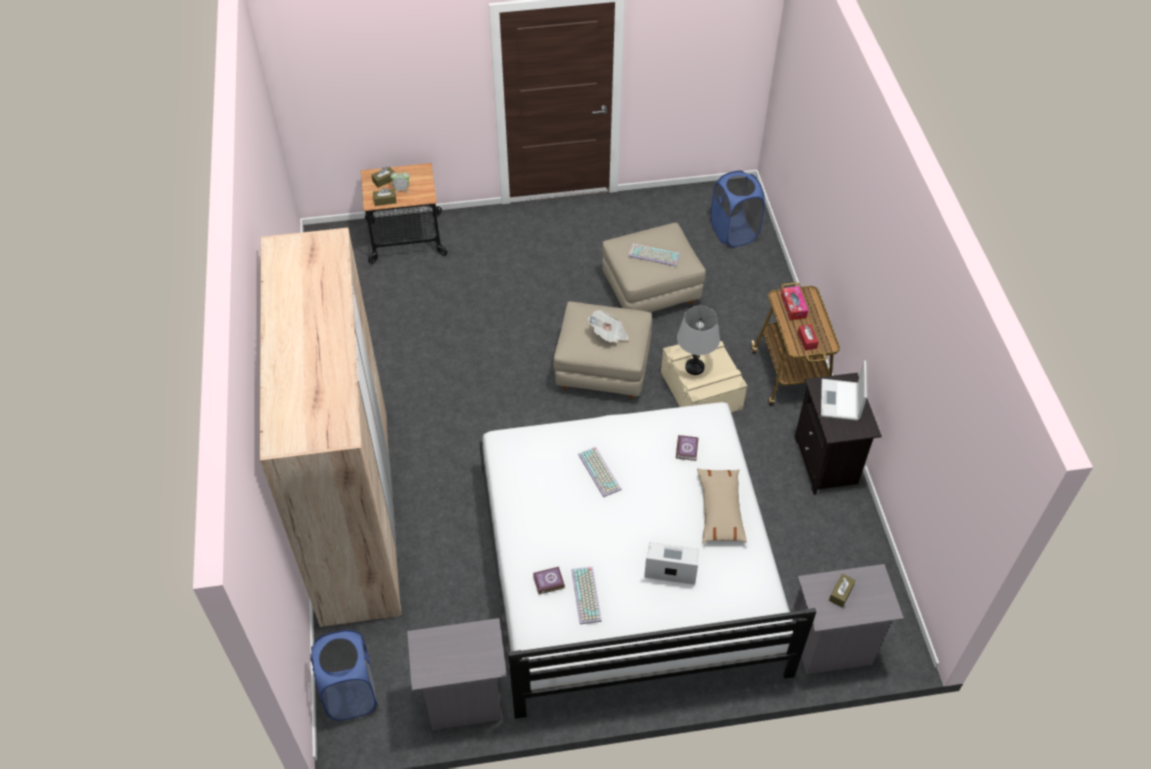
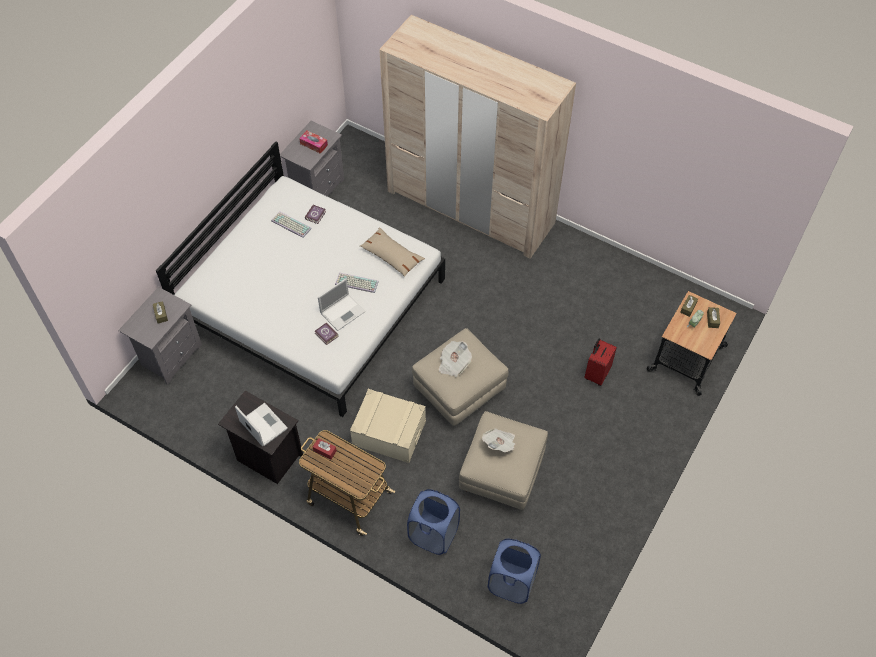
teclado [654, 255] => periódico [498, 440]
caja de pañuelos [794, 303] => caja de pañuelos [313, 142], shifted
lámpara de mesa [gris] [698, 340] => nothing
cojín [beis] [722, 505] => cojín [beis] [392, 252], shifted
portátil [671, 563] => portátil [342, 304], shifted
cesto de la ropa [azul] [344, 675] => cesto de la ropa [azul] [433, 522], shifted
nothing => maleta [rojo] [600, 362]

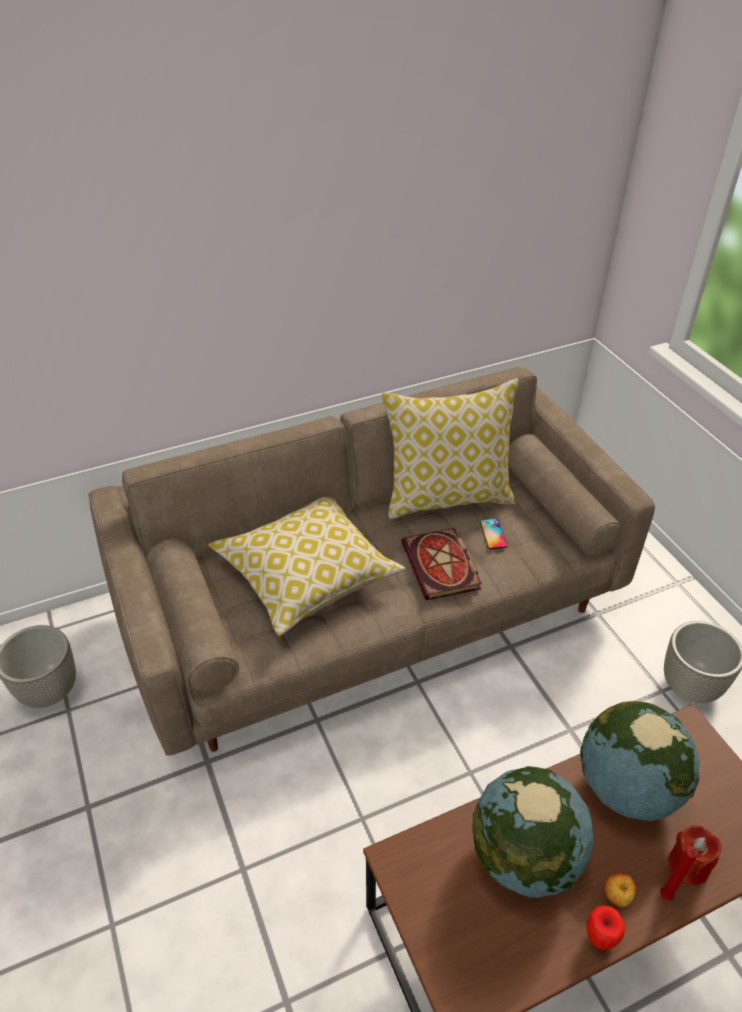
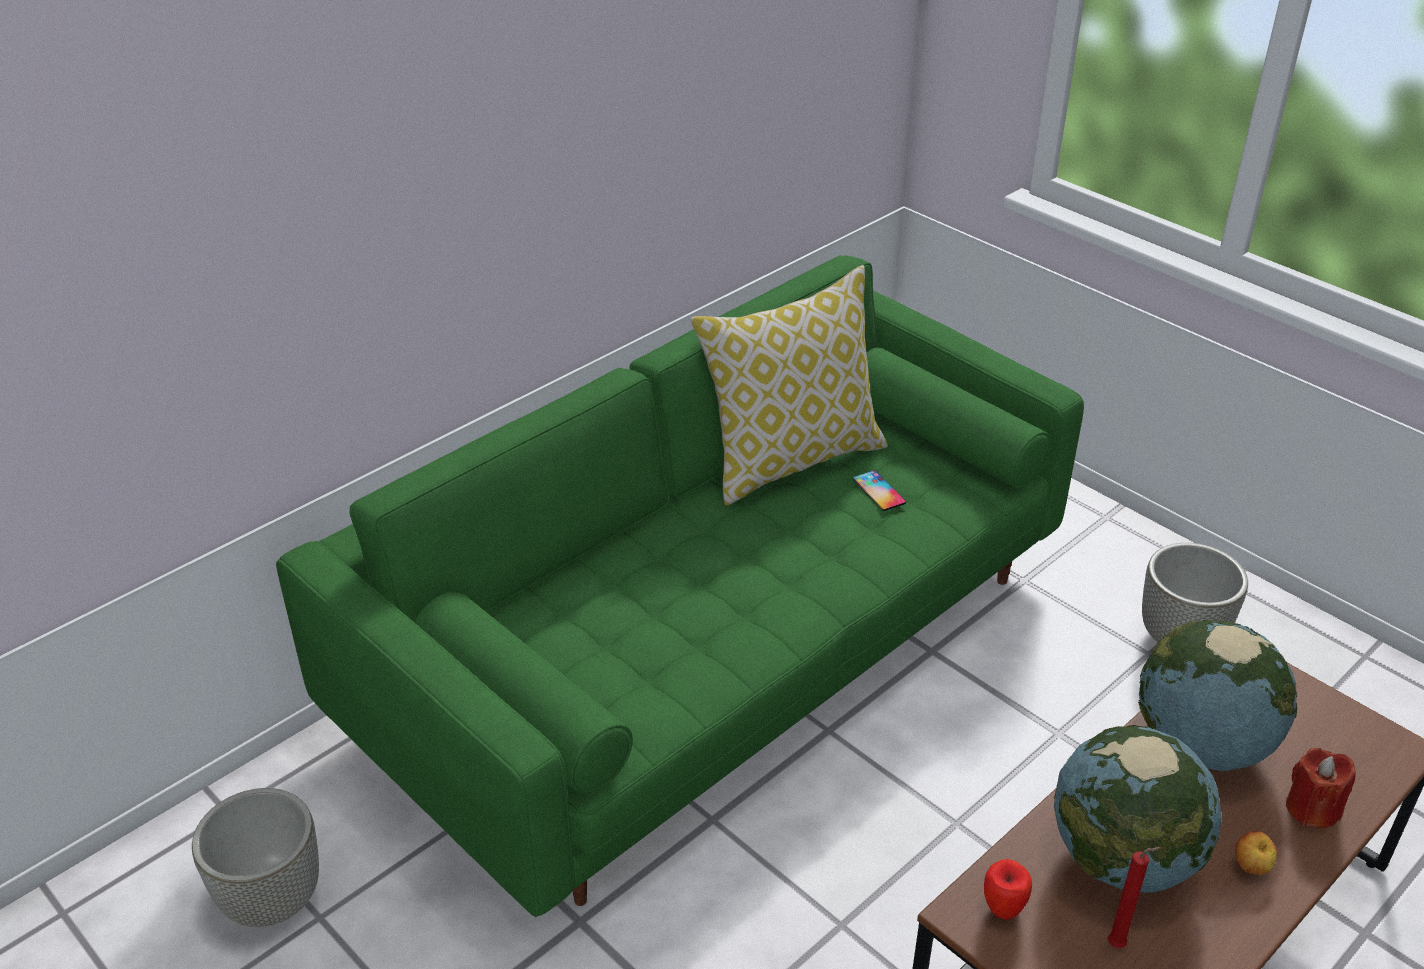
sofá [beis] [371, 561] => sofá [verde] [680, 586]
cojín [306, 566] => nothing
libro [441, 564] => nothing
vela [rojo] [684, 873] => vela [rojo] [1134, 897], shifted
manzana [606, 928] => manzana [1008, 889], shifted

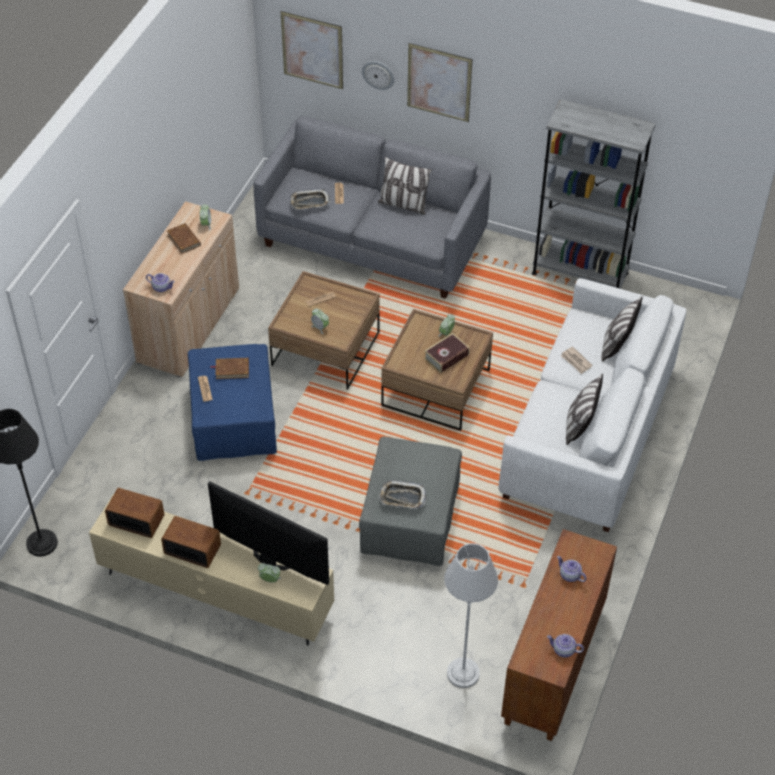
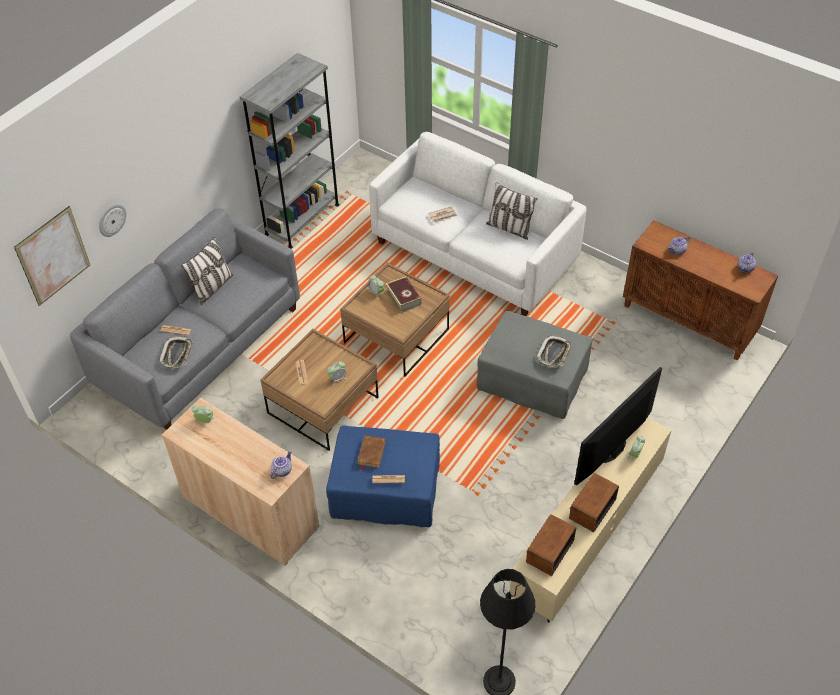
cuadro [439, 82] => nothing
libro [marrón] [184, 238] => nothing
cojín [622, 329] => nothing
lámpara de pie [gris] [471, 615] => nothing

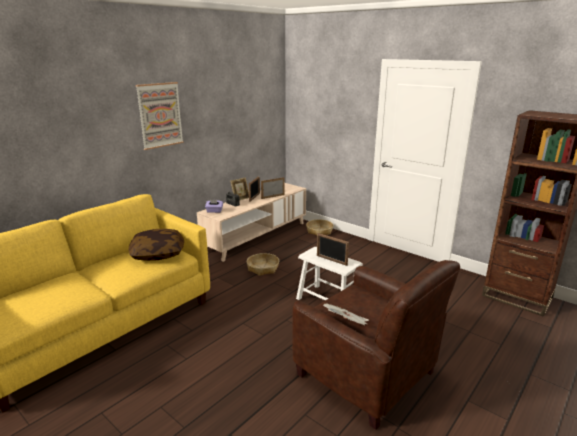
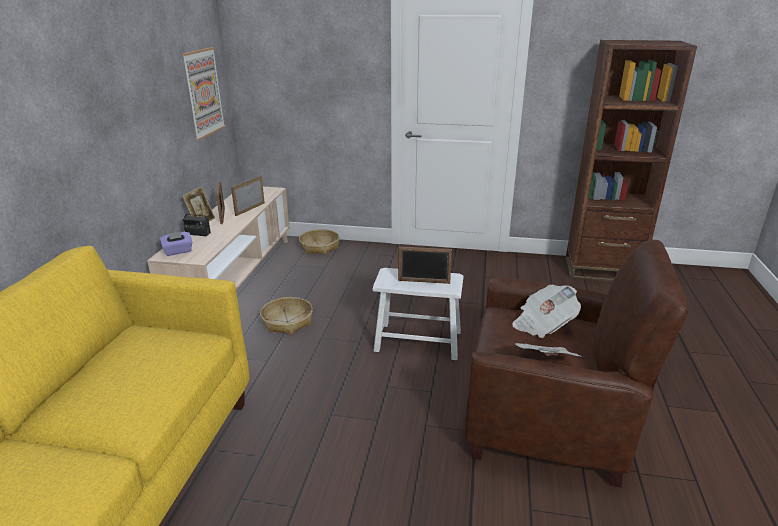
cuadro [159, 116] => cuadro [204, 93], shifted
cojín [156, 245] => nothing
nothing => periódico [546, 311]

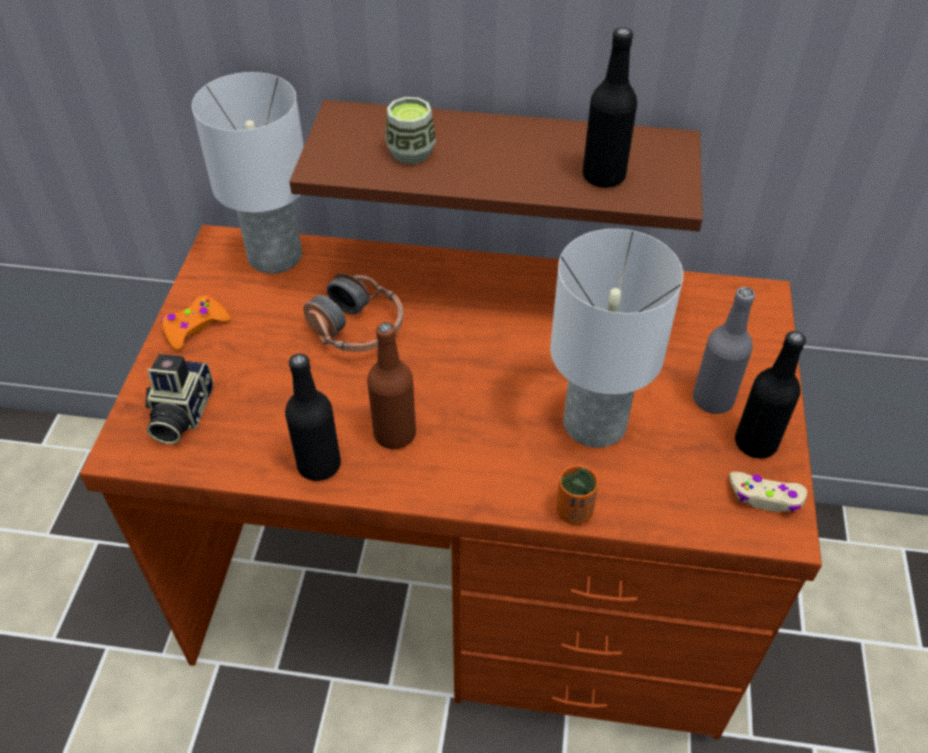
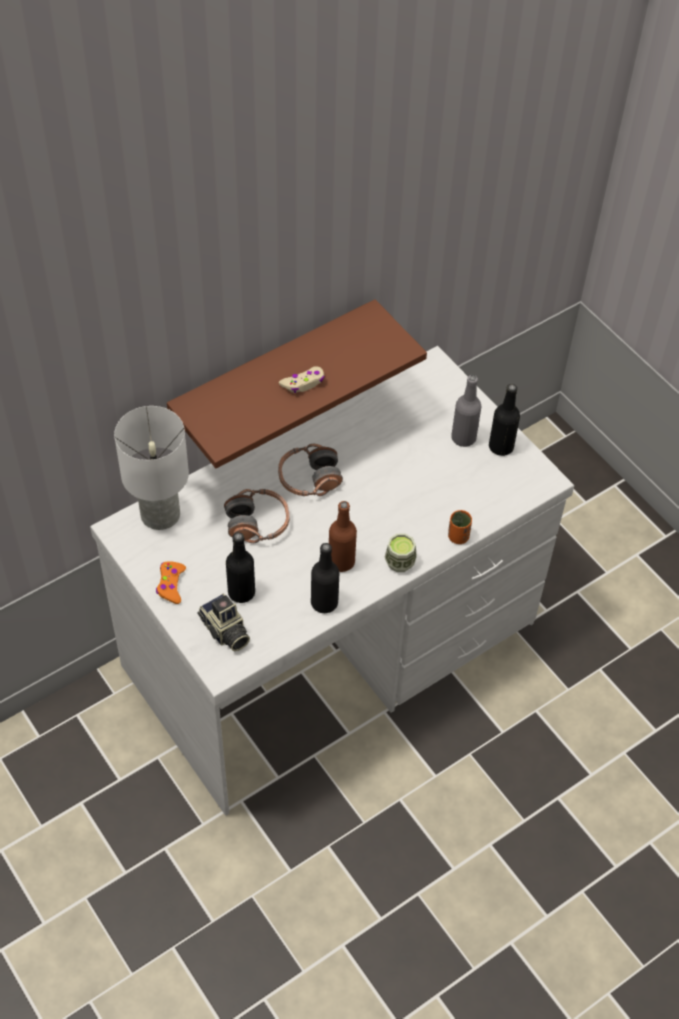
botella [negro] [609, 107] => botella [negro] [240, 567], shifted
taza [410, 130] => taza [401, 553], shifted
escritorio [marrón] [451, 482] => escritorio [blanco] [332, 581]
lámpara de mesa [blanco] [616, 338] => nothing
mando de consola [beis] [768, 492] => mando de consola [beis] [301, 379], shifted
nothing => auriculares [310, 470]

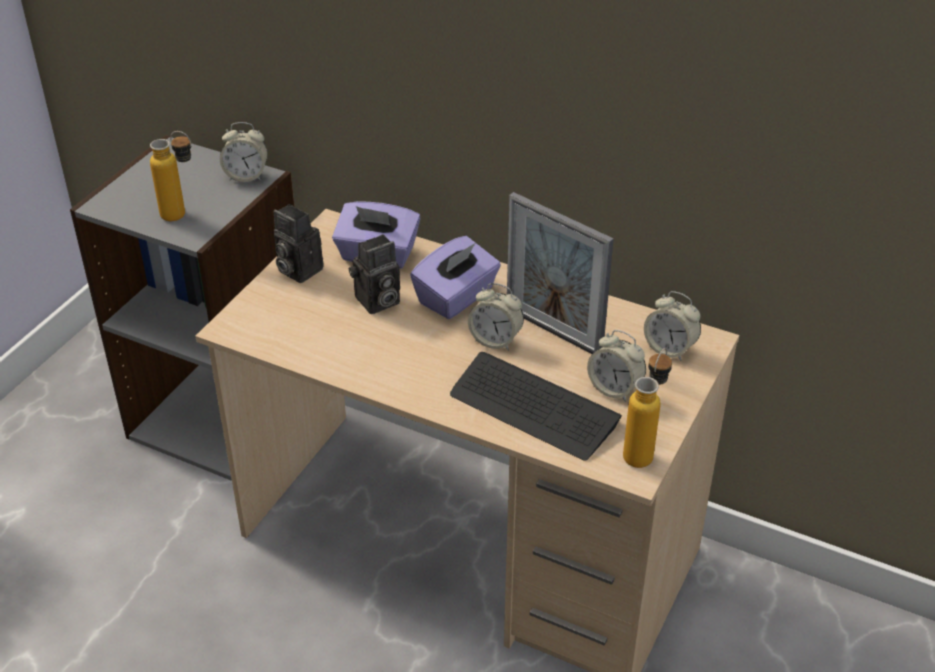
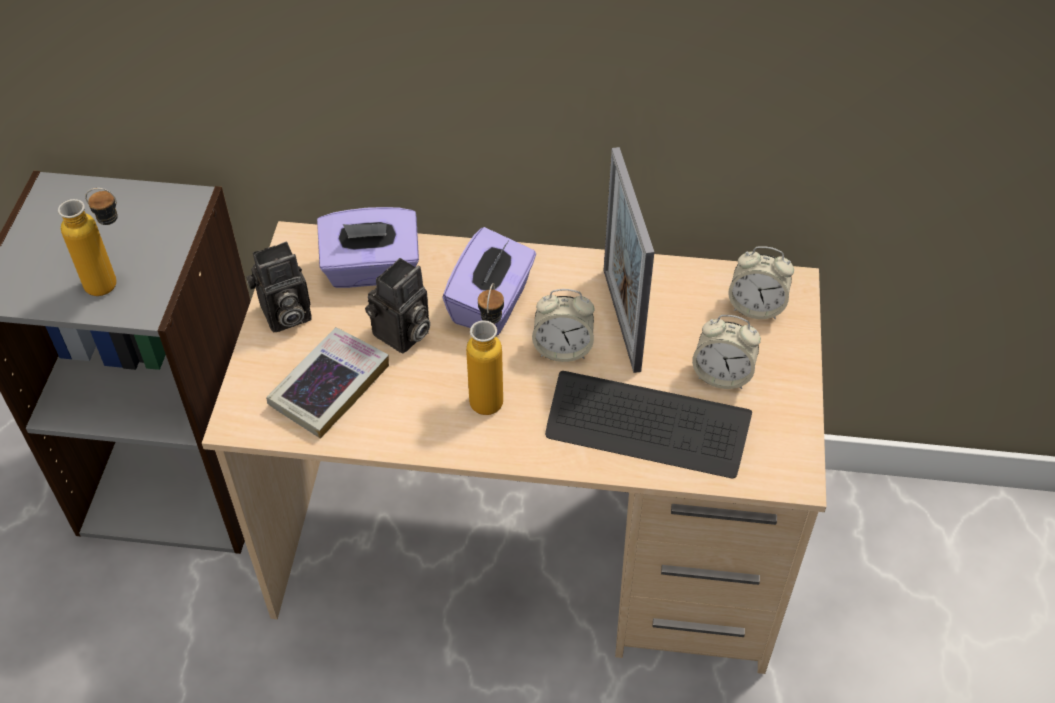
despertador [244, 152] => nothing
portarretratos [560, 273] => portarretratos [629, 260], 60 degrees clockwise
cámara [298, 243] => cámara [279, 287], 45 degrees counterclockwise
botella [647, 408] => botella [485, 349], shifted
nothing => libro [327, 383]

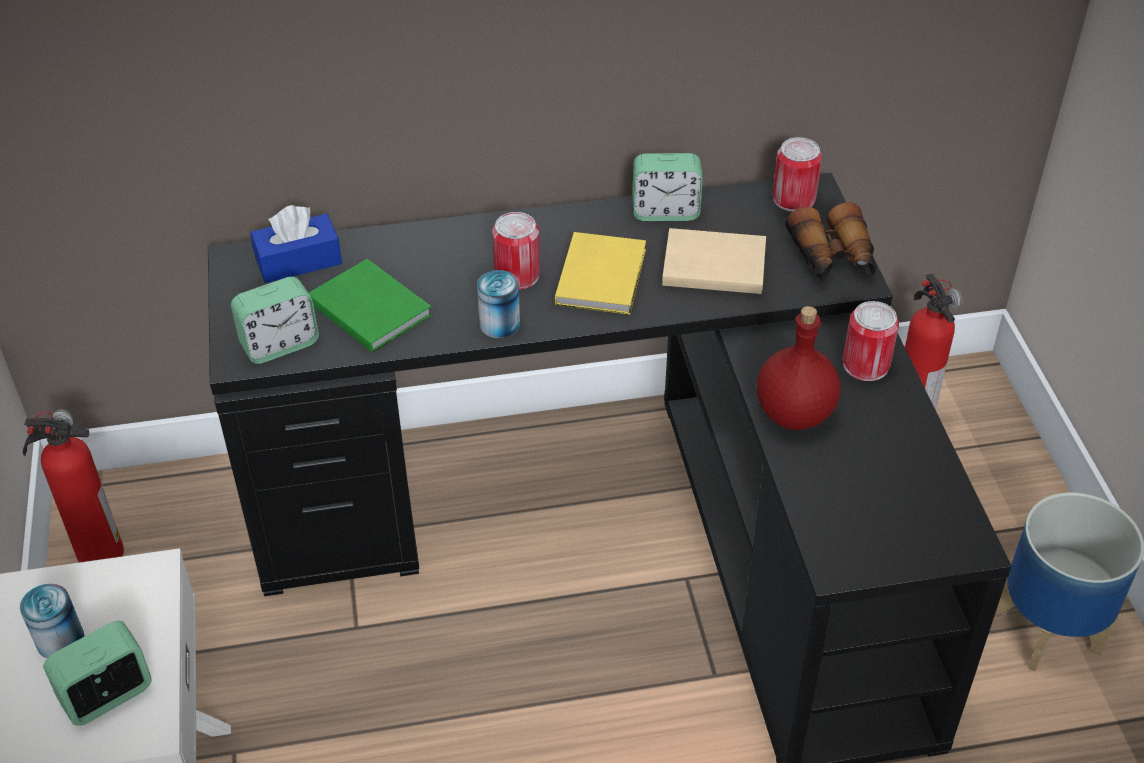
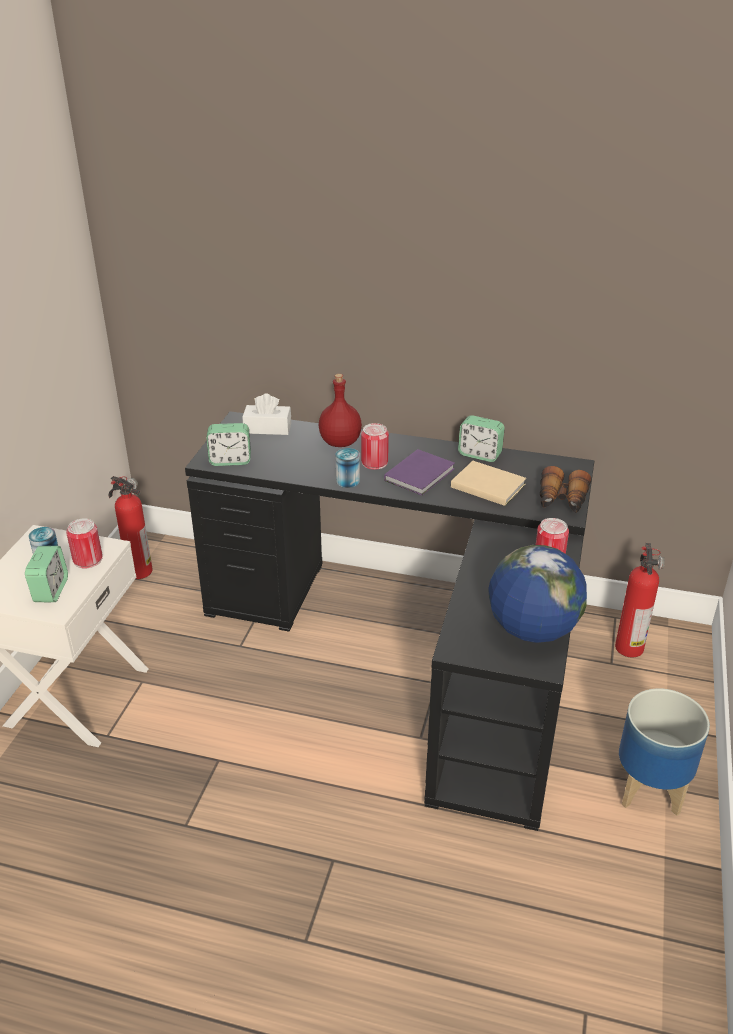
lata [797, 174] => lata [84, 543], shifted
caja de pañuelos [azul] [296, 244] => caja de pañuelos [blanco] [266, 414]
libro [amarillo] [600, 273] => libro [morado] [419, 472]
libro [verde] [370, 306] => nothing
botella [rojo] [799, 368] => botella [rojo] [340, 410], shifted
despertador [97, 673] => despertador [46, 574], 105 degrees clockwise
nothing => globo terráqueo [537, 594]

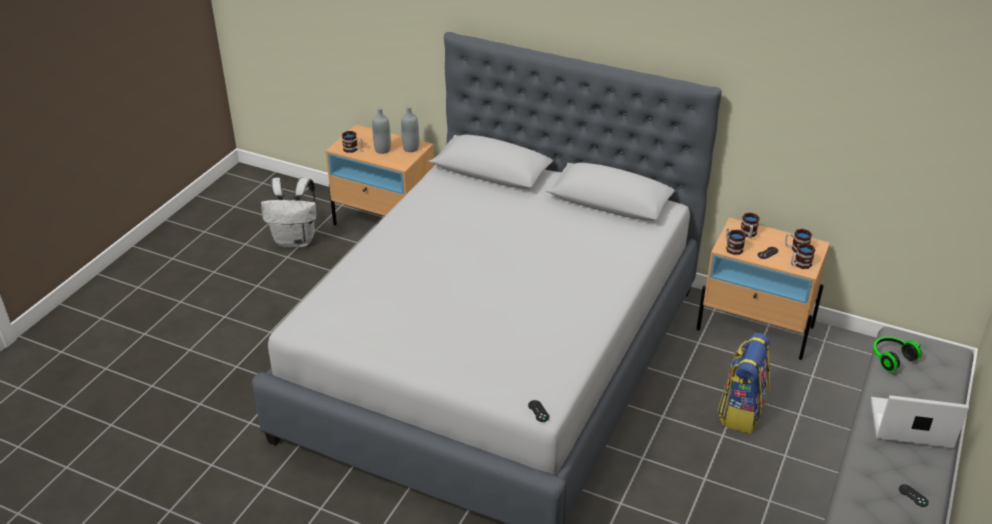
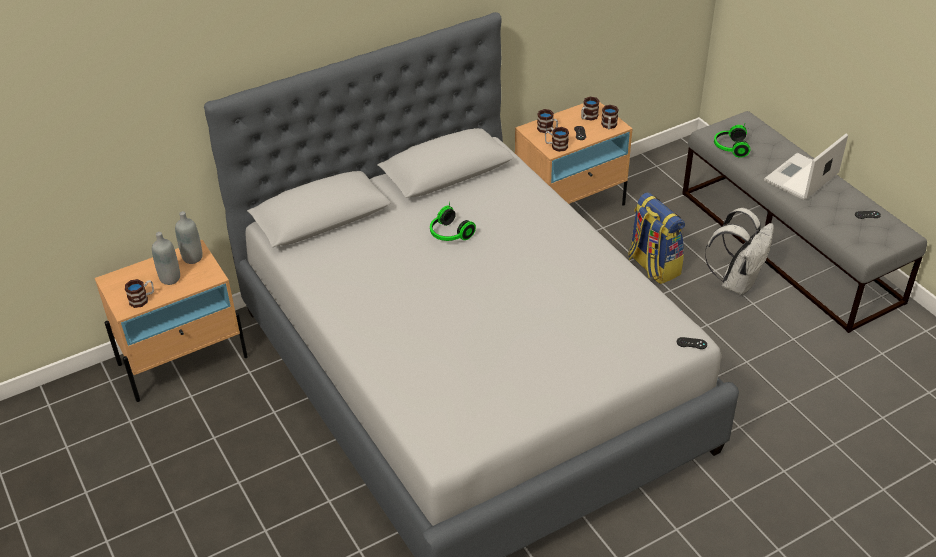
mochila [blanco] [289, 212] => mochila [blanco] [739, 251], shifted
nothing => auriculares [453, 221]

